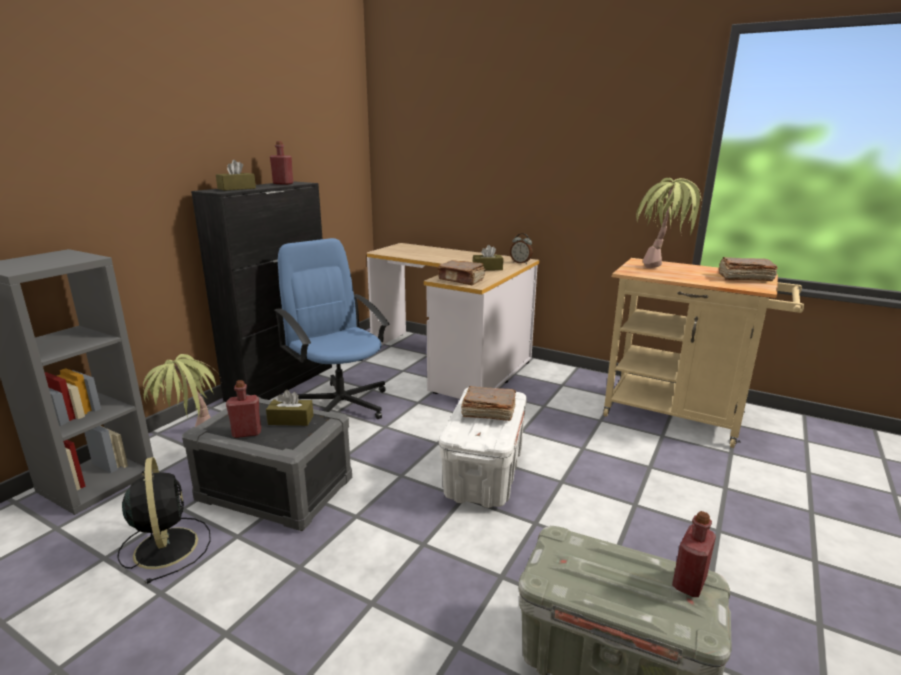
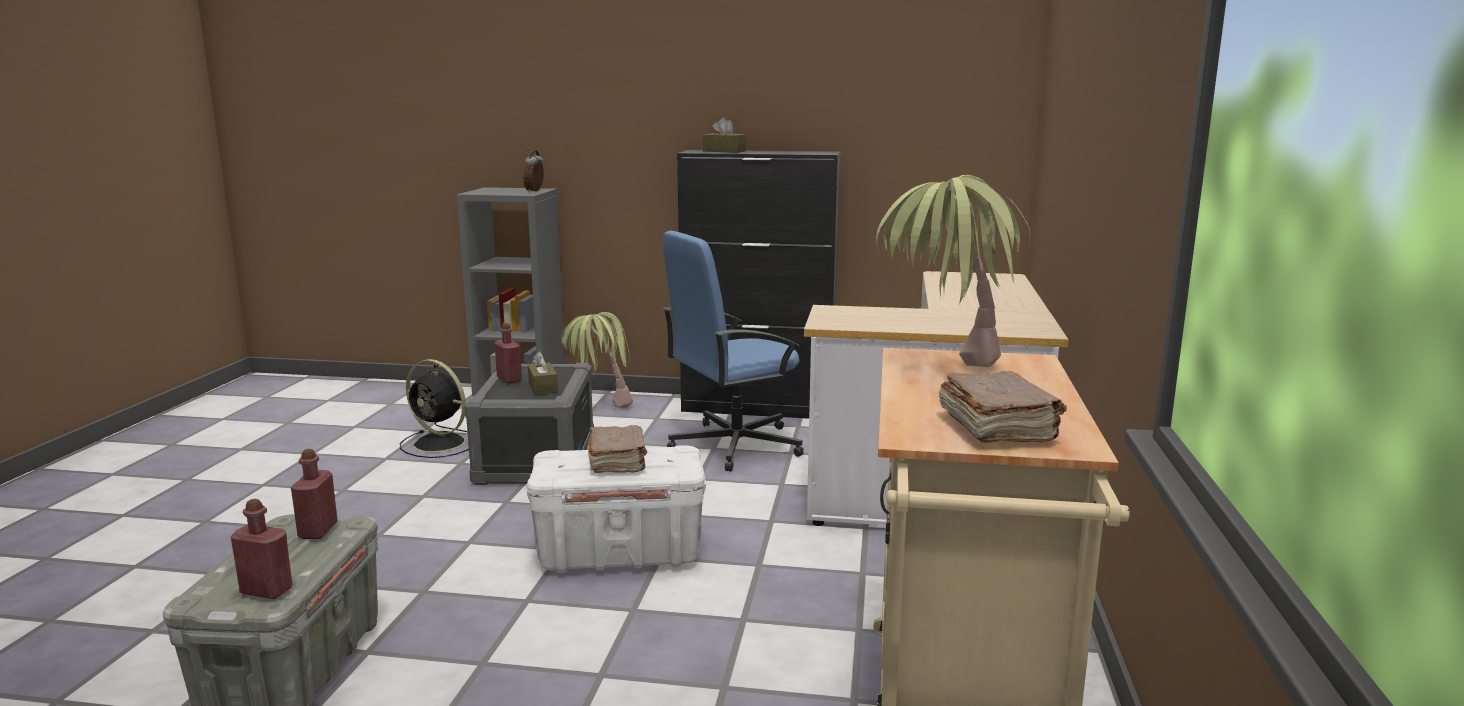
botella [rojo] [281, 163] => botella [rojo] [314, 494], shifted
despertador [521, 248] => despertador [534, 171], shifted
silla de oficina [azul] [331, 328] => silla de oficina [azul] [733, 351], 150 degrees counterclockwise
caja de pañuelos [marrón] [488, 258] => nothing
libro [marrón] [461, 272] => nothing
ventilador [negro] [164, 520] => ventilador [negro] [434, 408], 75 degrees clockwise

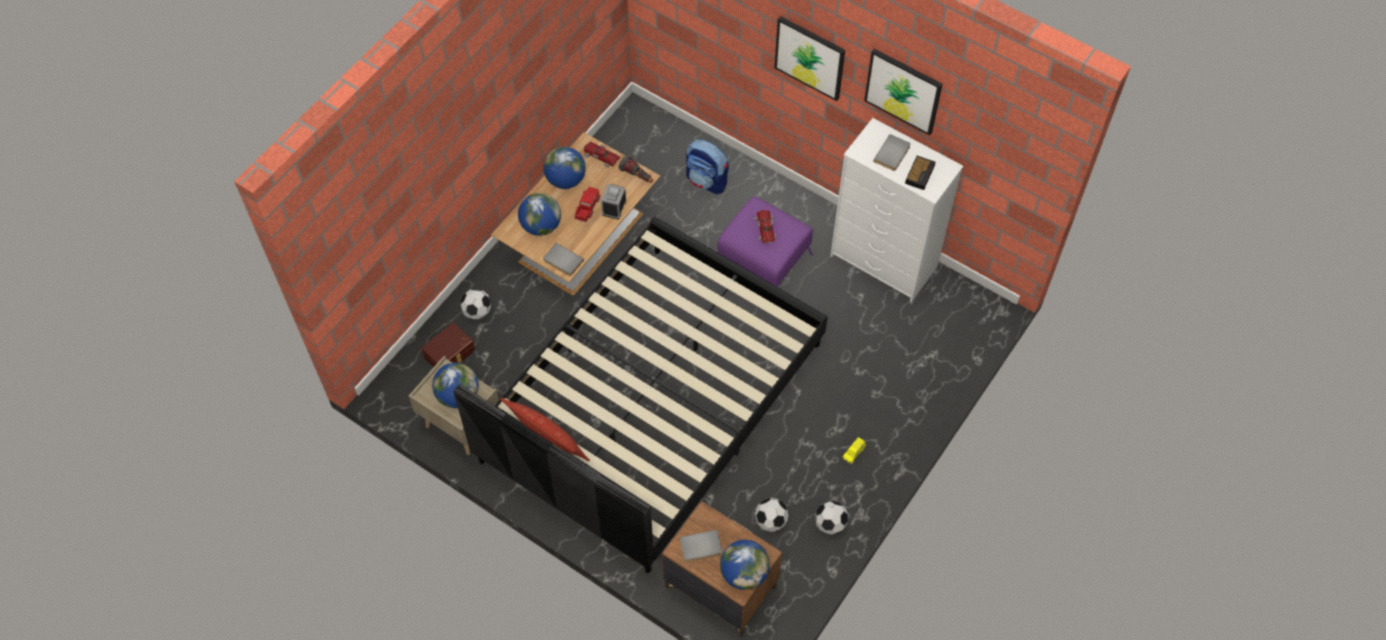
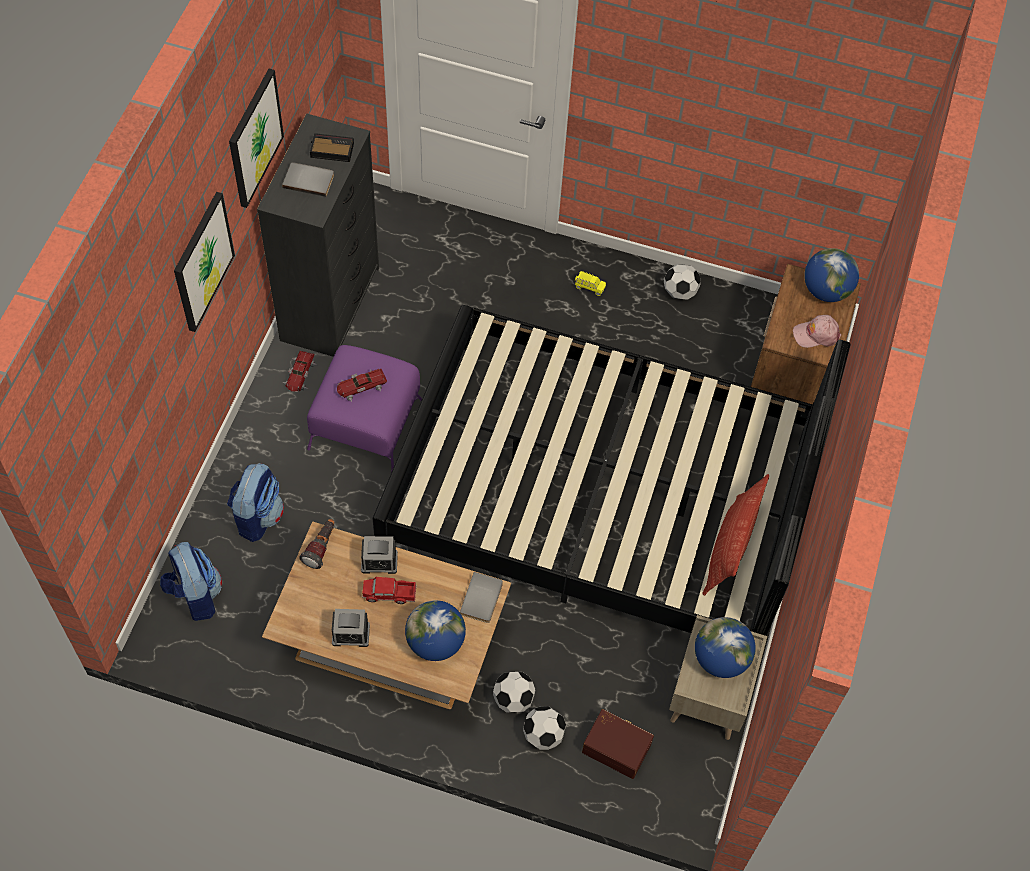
cómoda [blanco] [896, 210] => cómoda [negro] [318, 235]
coche de juguete [602, 155] => coche de juguete [299, 371], shifted
globo terráqueo [564, 168] => despertador [351, 628]
balón de fútbol [772, 515] => balón de fútbol [514, 692], shifted
libro [gris] [700, 546] => gorra [rosa] [817, 331]
nothing => mochila [191, 581]

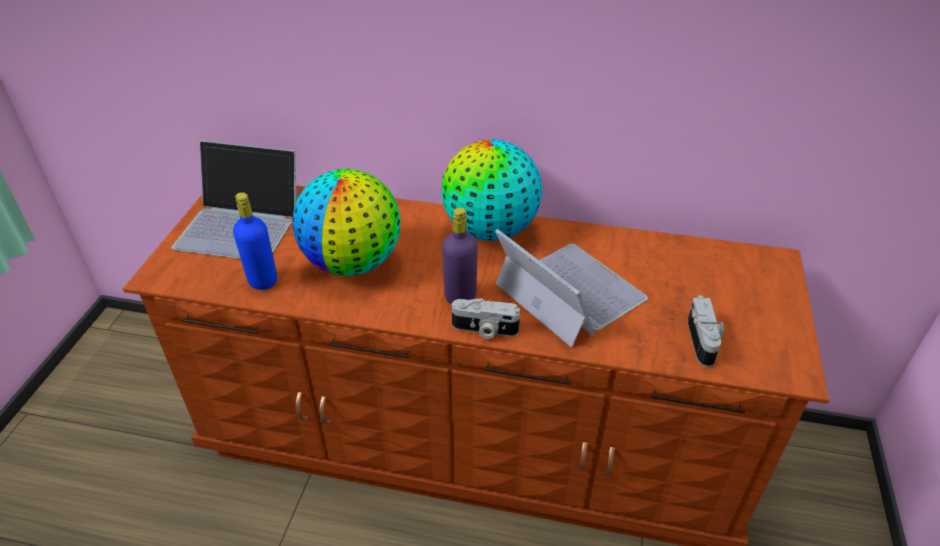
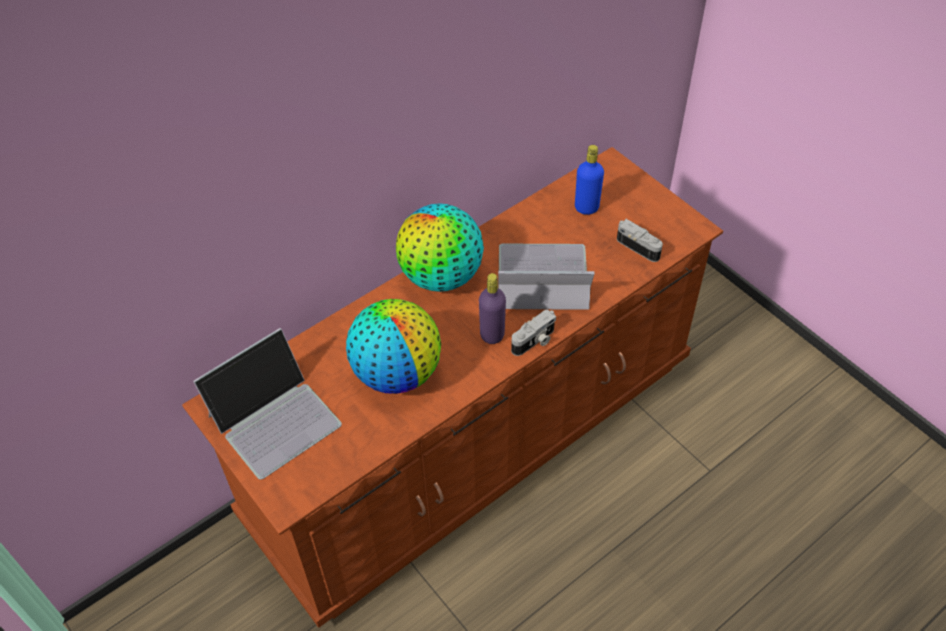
botella [azul] [255, 241] => botella [azul] [589, 180], shifted

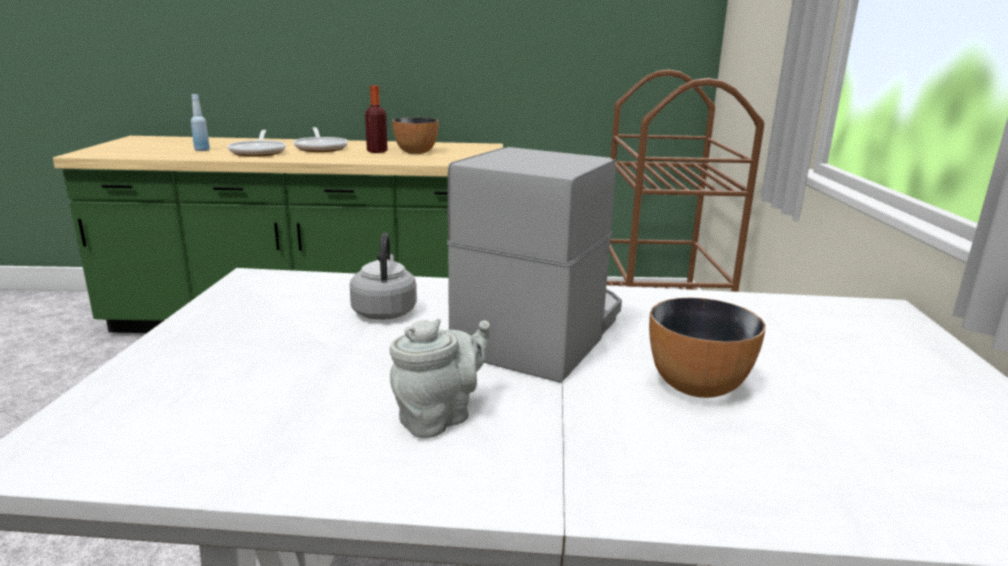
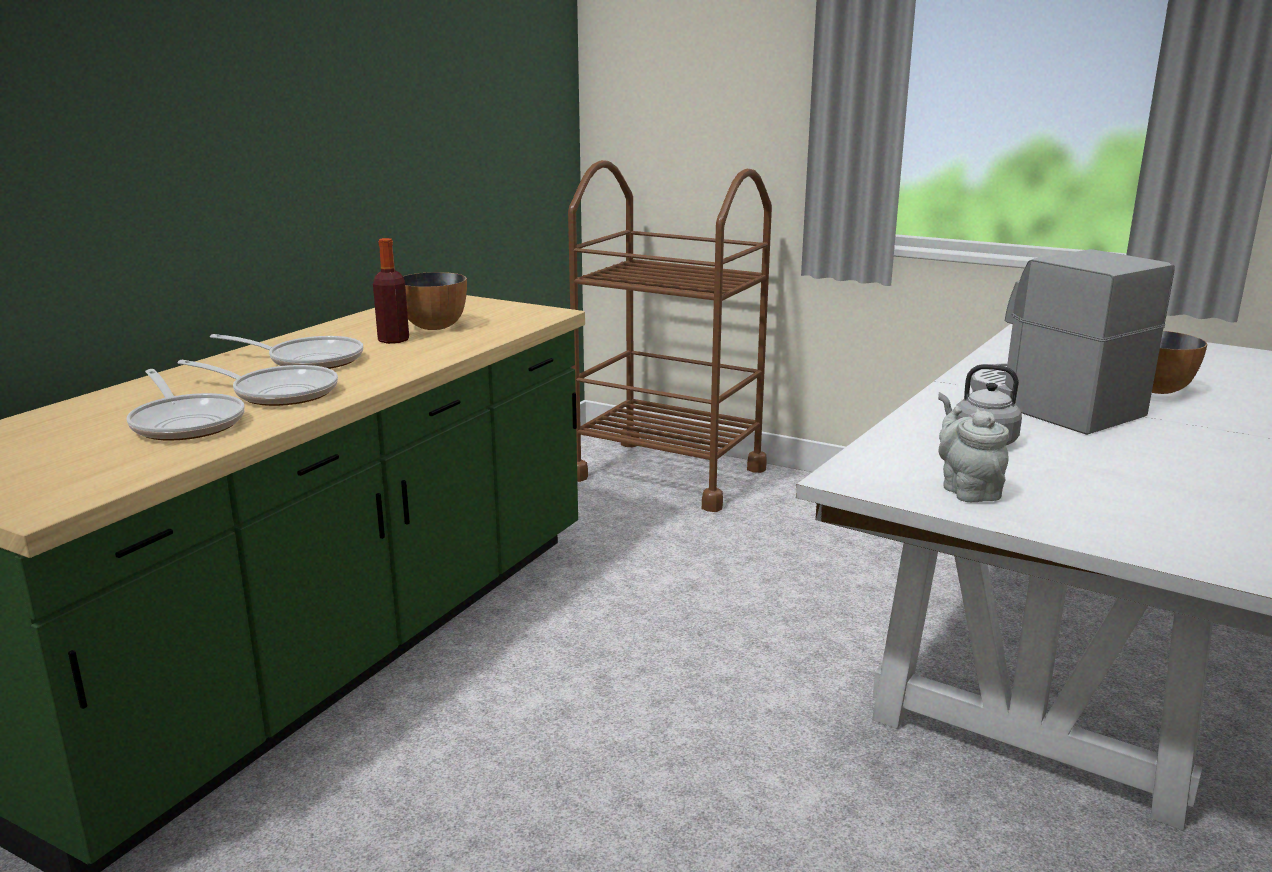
botella [azul] [200, 122] => sartén [185, 404]
tetera [gris] [439, 378] => tetera [gris] [973, 454], shifted

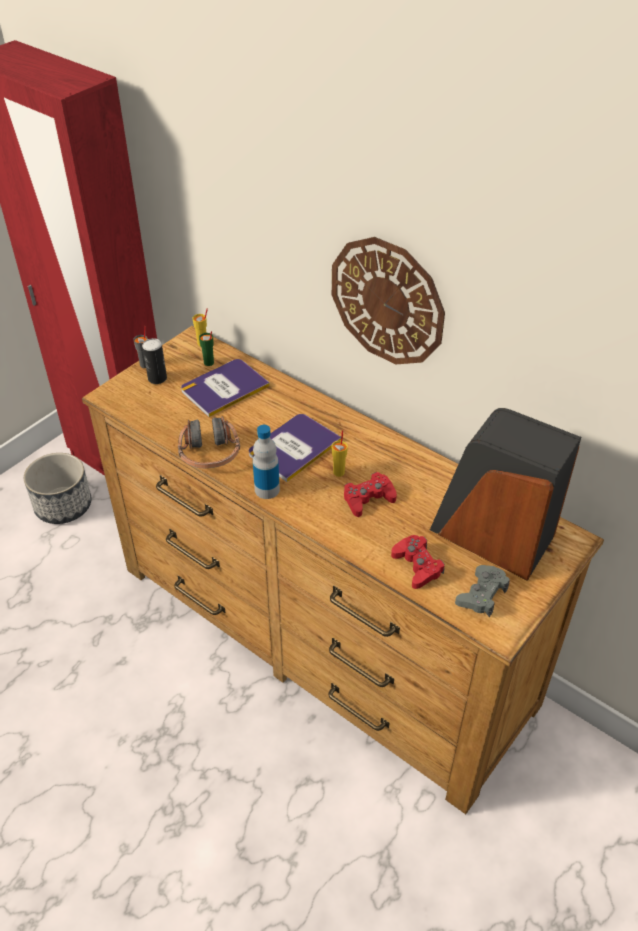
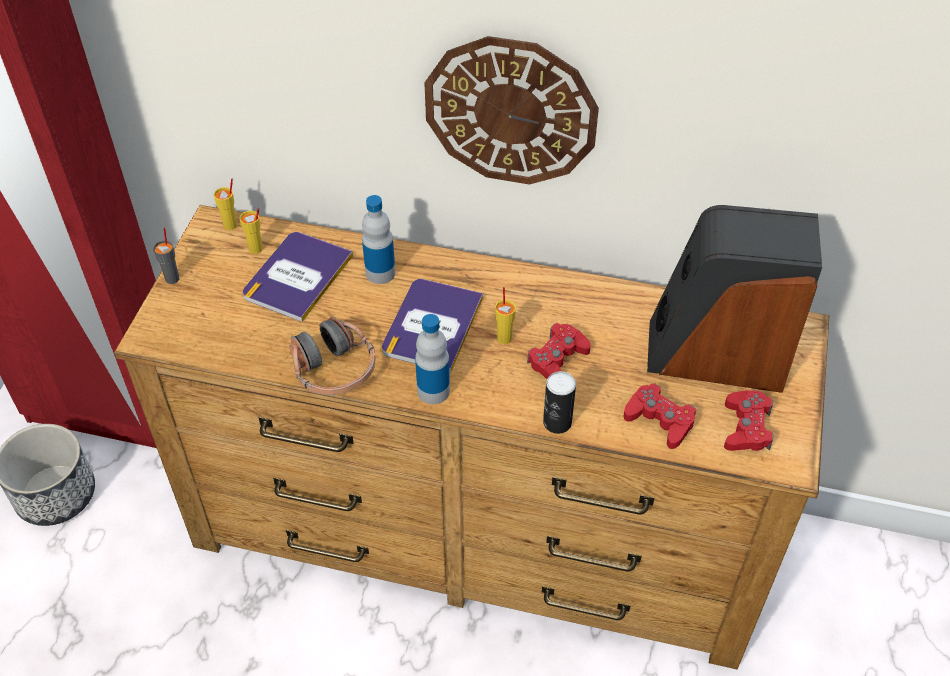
taza [verde] [206, 348] => taza [amarillo] [251, 231]
lata [154, 361] => lata [559, 402], shifted
mando de consola [gris] [482, 591] => mando de consola [rojo] [748, 420]
nothing => botella [378, 239]

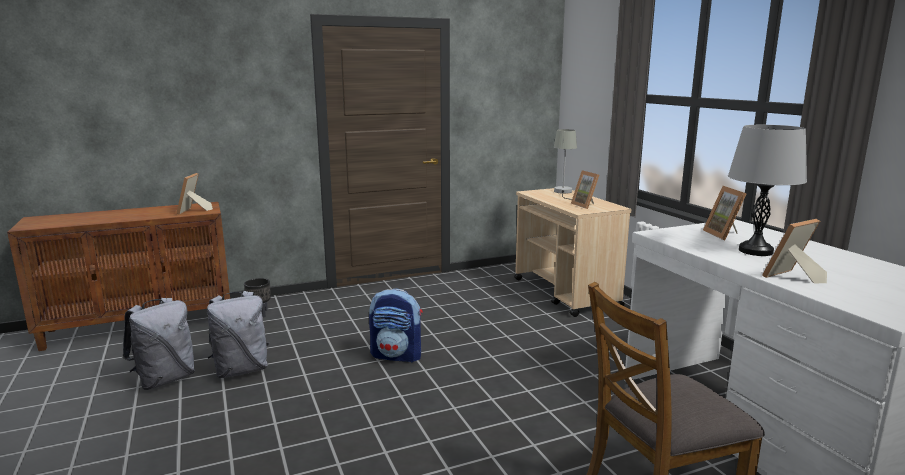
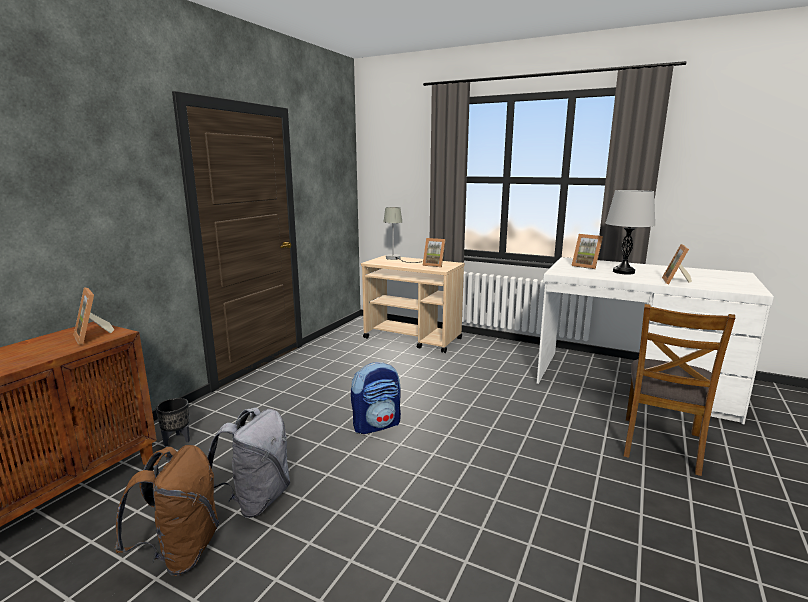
mochila [gris] [159, 344] => mochila [marrón] [167, 510]

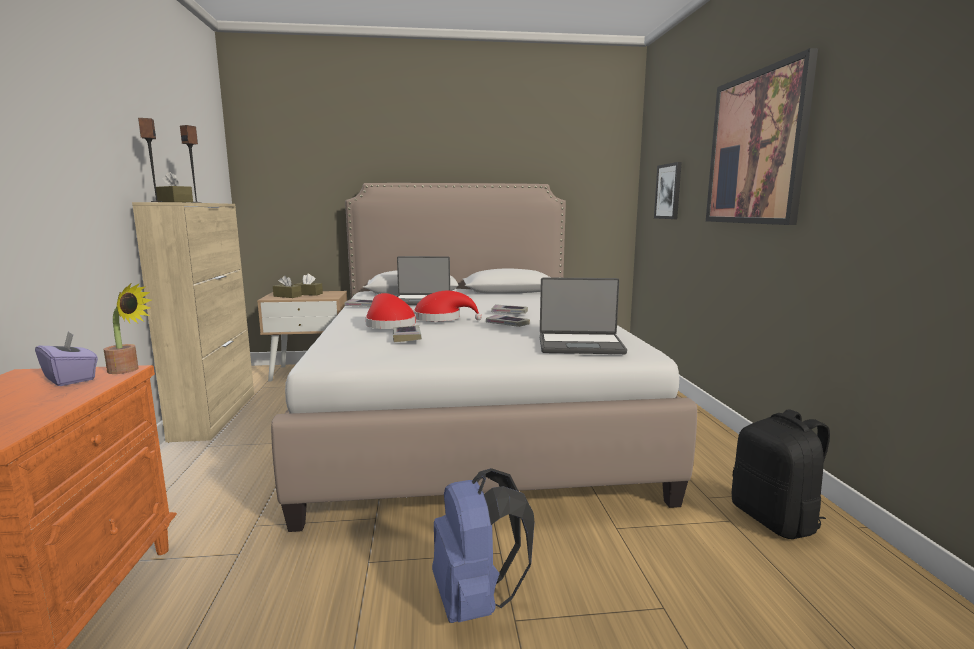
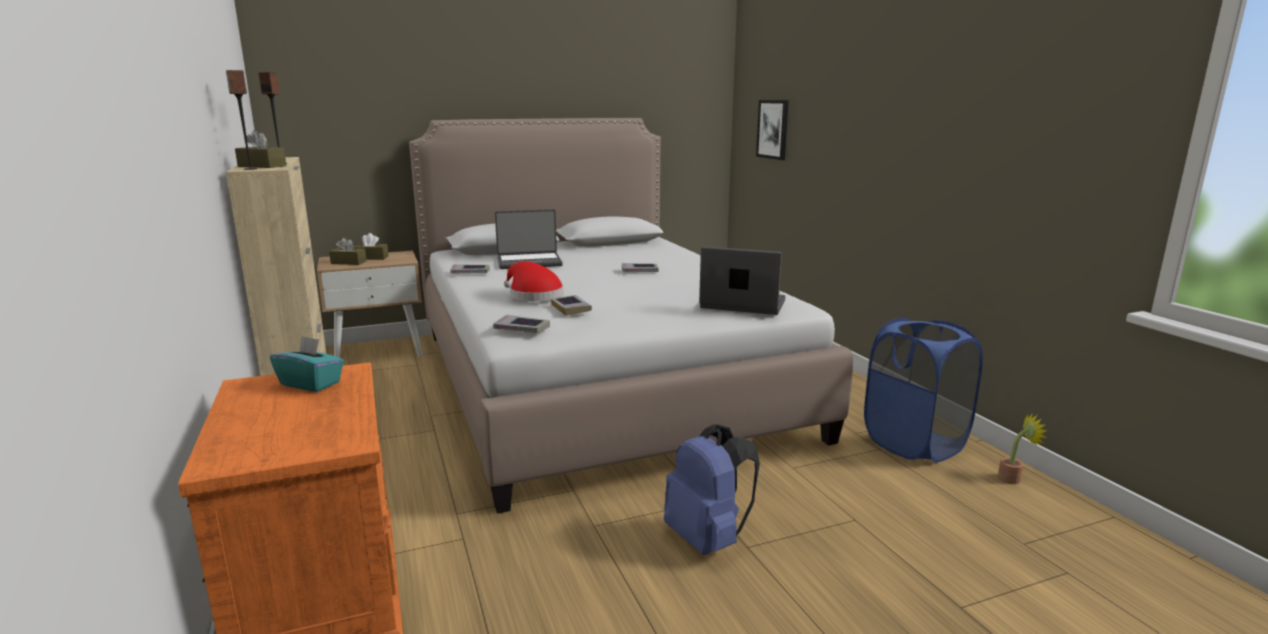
cuadro [762, 136] => nothing
portátil [583, 315] => portátil [742, 281], 150 degrees counterclockwise
planta en maceta [127, 328] => planta en maceta [1022, 448], shifted
sombrero [rojo] [448, 306] => nothing
libro [508, 320] => libro [521, 324], shifted
caja de pañuelos [morado] [66, 358] => caja de pañuelos [turquesa] [307, 363]
mochila [negro] [781, 474] => cesto de la ropa [azul] [923, 390]

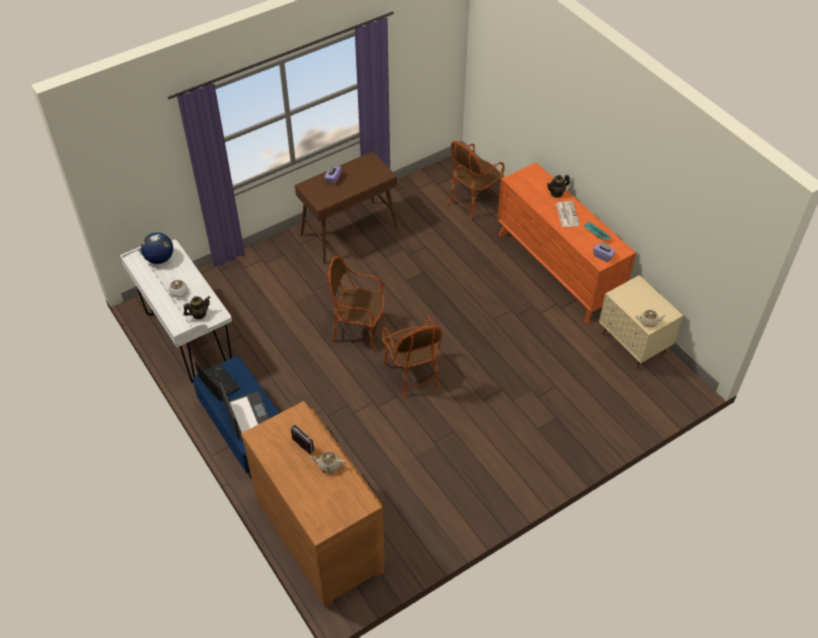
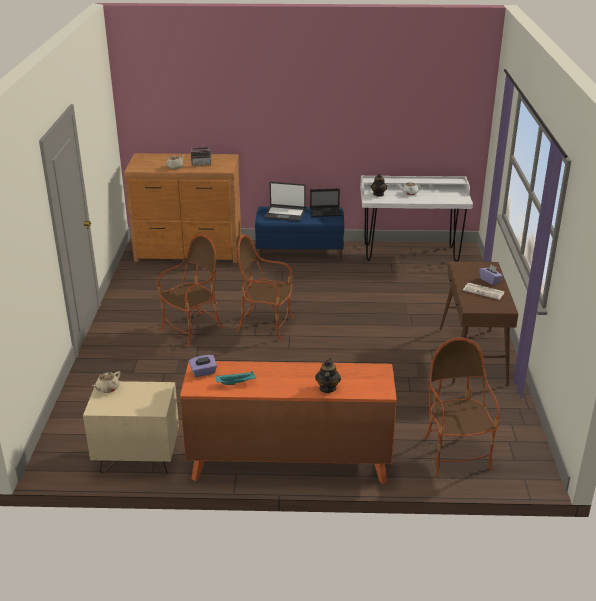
periódico [568, 214] => periódico [484, 291], shifted
globo terráqueo [157, 248] => nothing
sillón [356, 304] => sillón [190, 290], shifted

